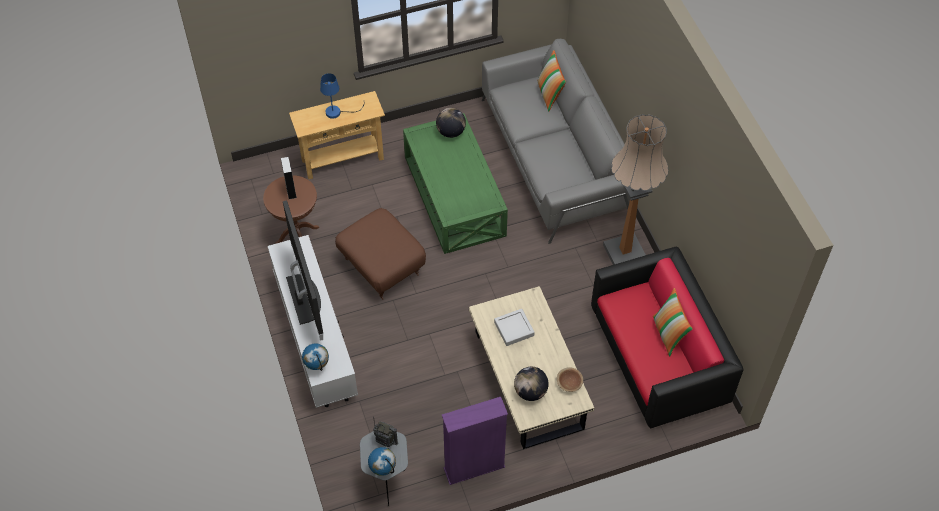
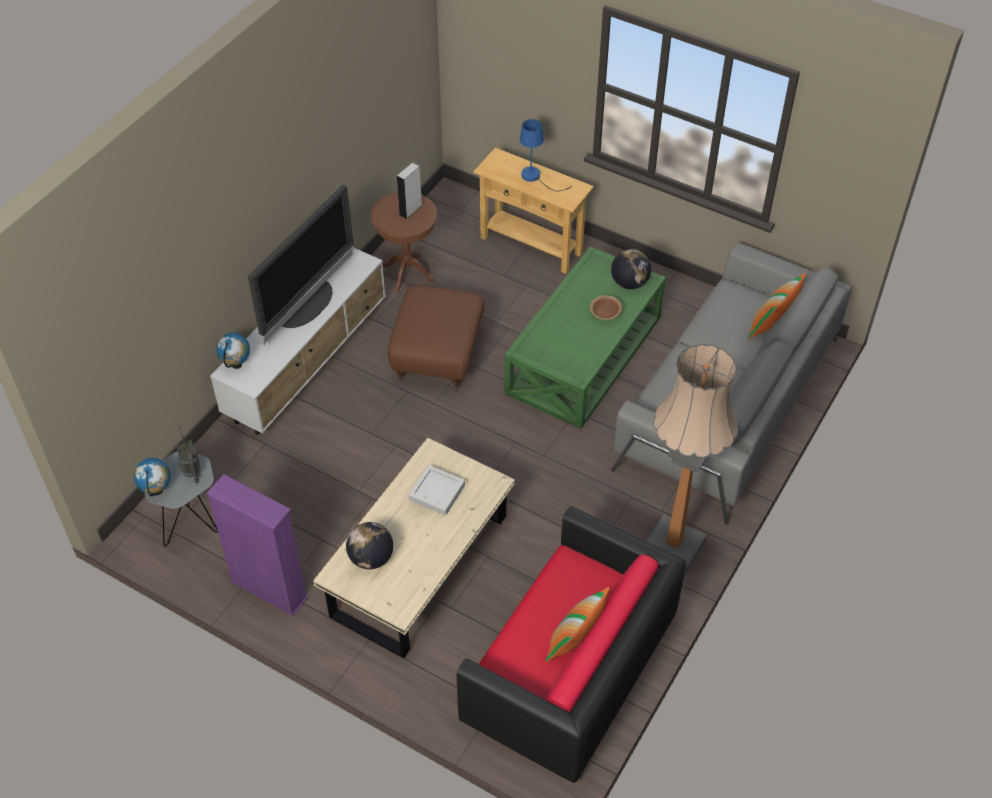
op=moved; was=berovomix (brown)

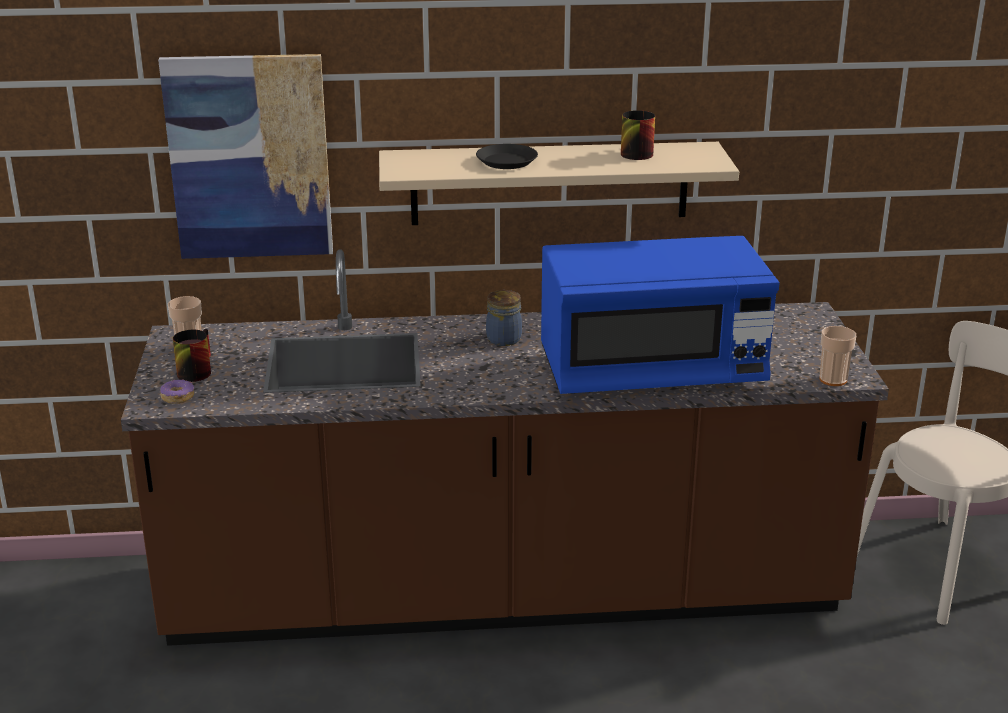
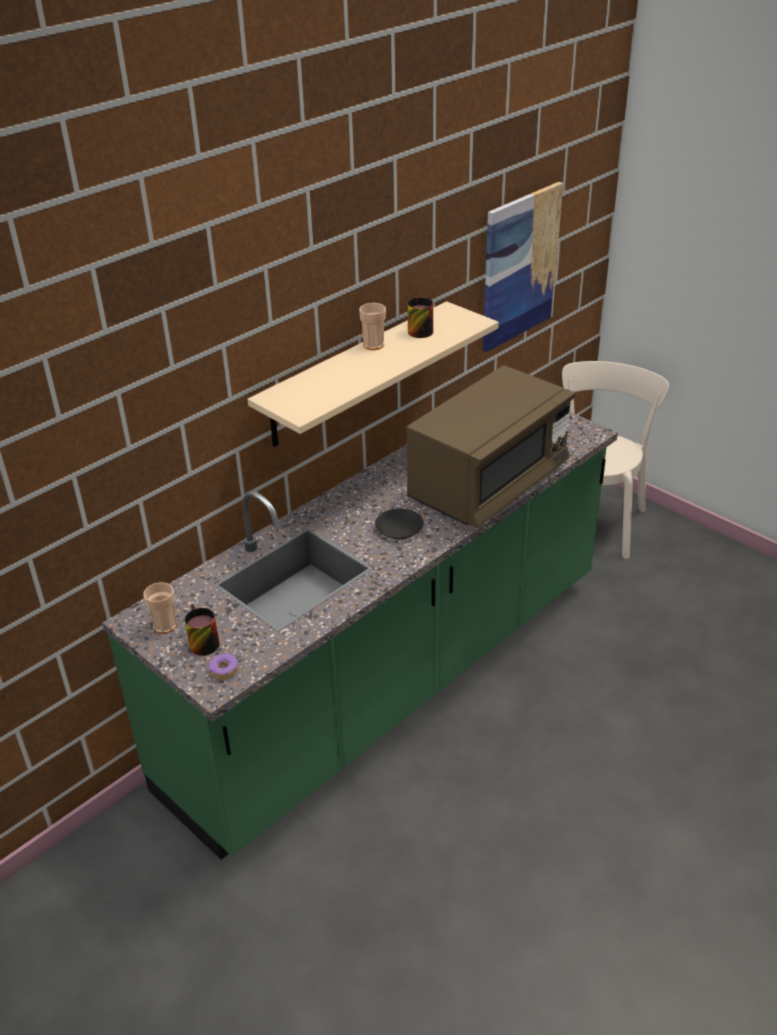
op=recoloured; was=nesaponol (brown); now=nesaponol (green)
op=moved; was=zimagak (2nd from left)
op=moved; was=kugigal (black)
op=recoloured; was=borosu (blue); now=borosu (brown)
op=moved; was=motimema
op=removed; was=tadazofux

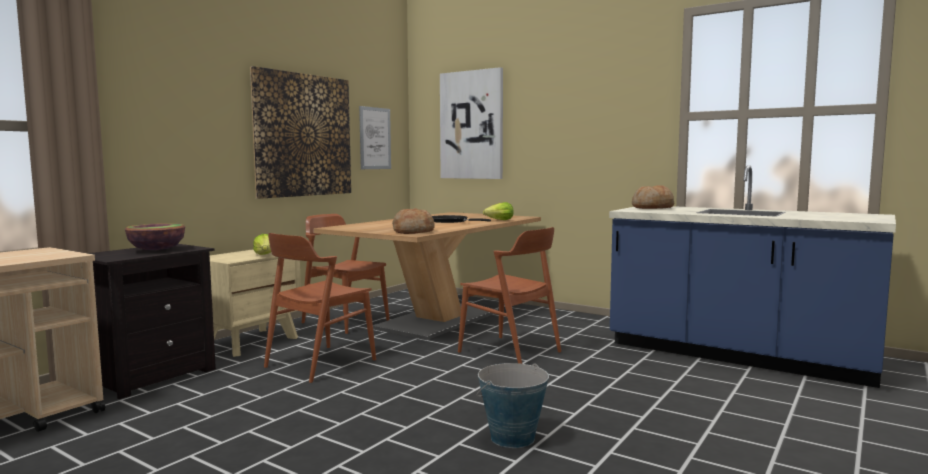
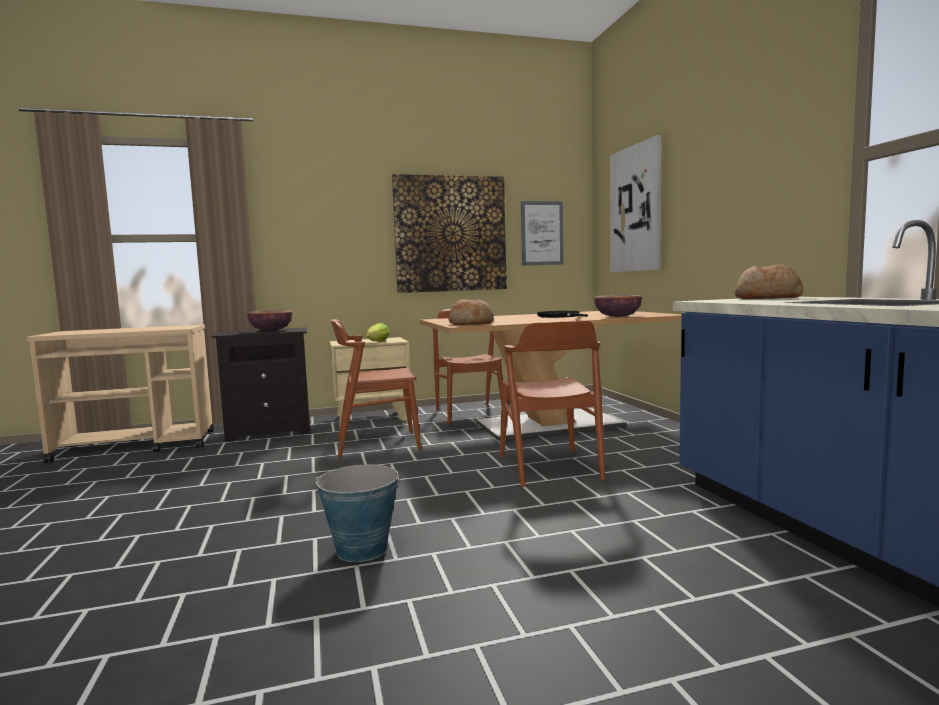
op=replaced; was=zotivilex (2nd from left); now=berovomix (2nd from left)

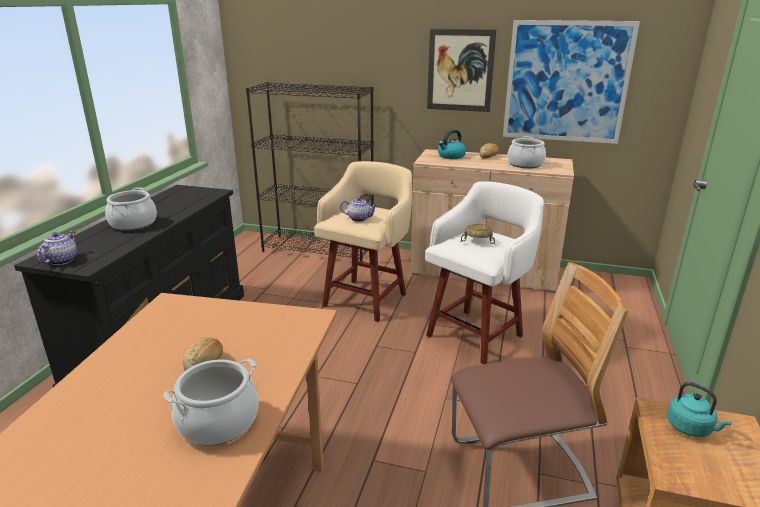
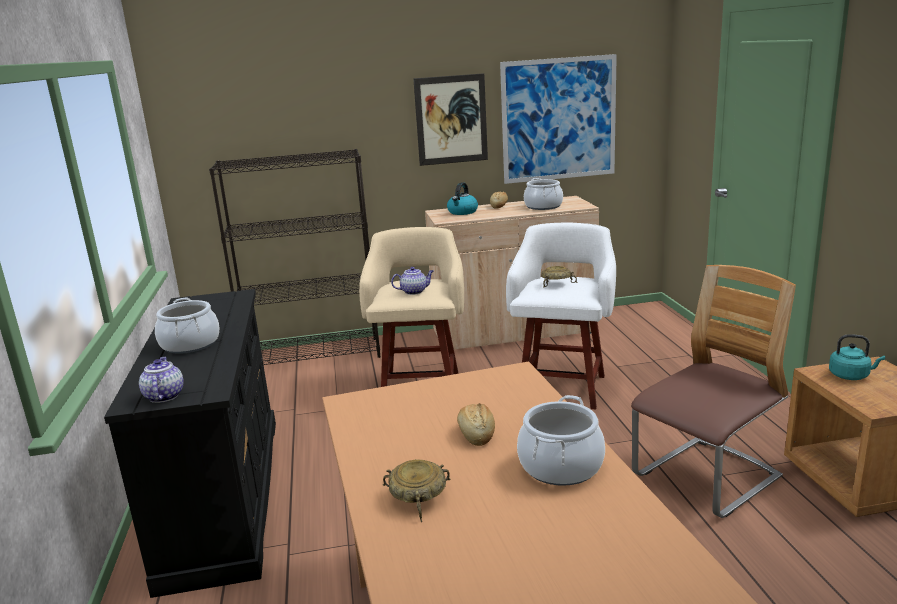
op=added; now=berovomix (beige) (1st from left)

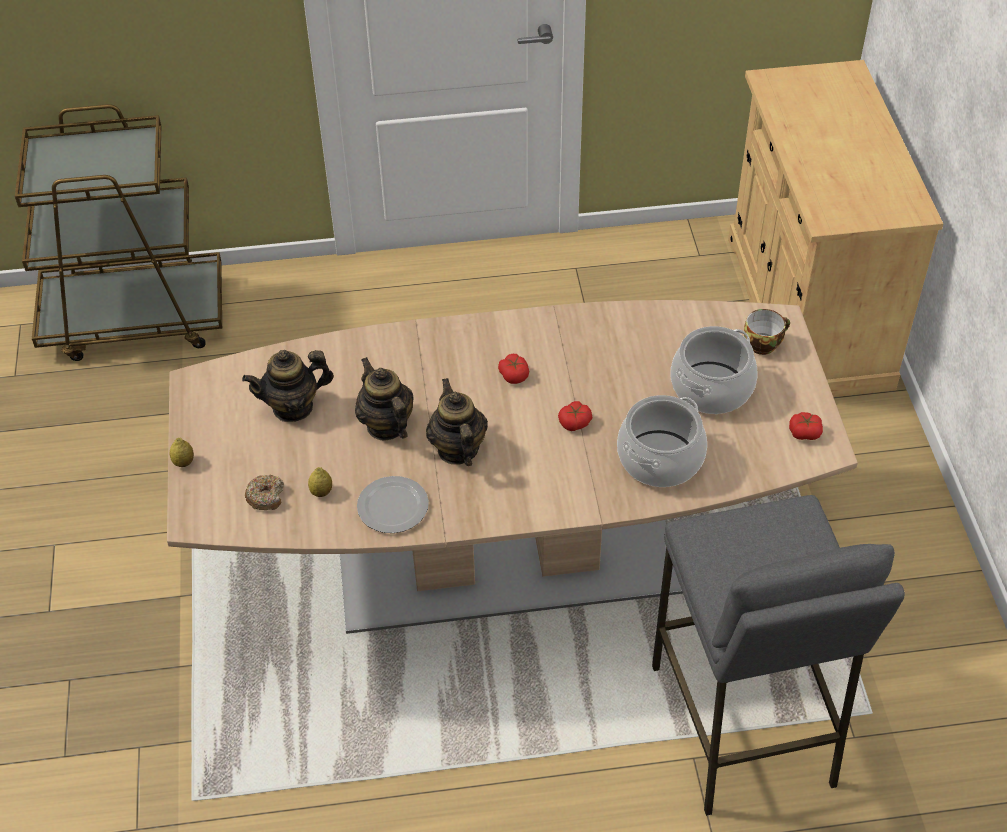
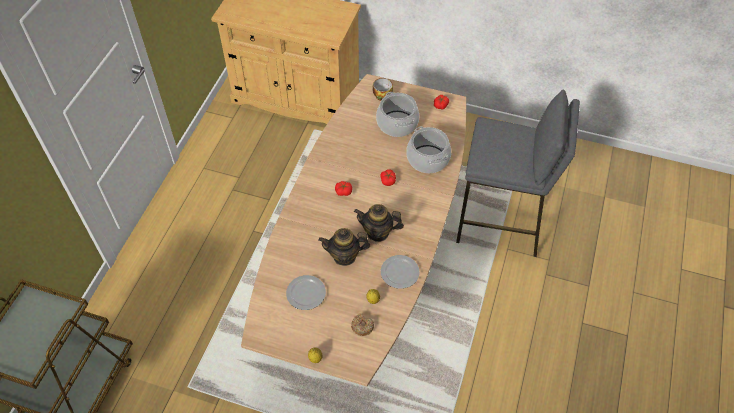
op=replaced; was=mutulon (1st from left); now=kugigal (1st from left)

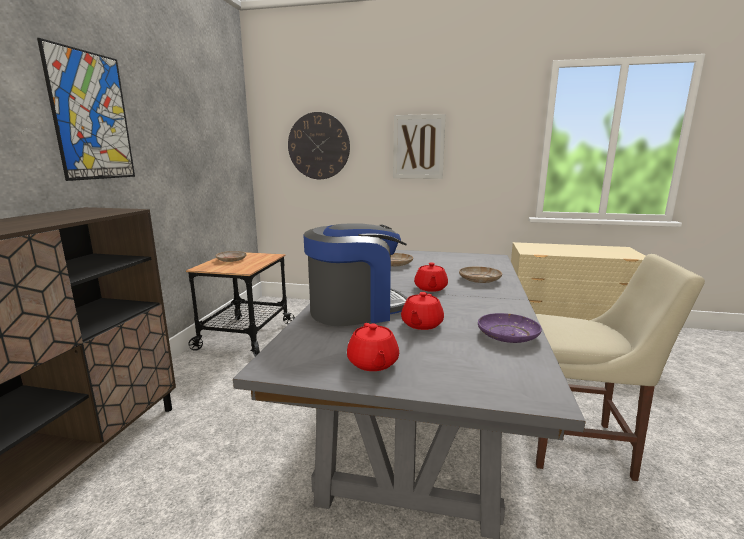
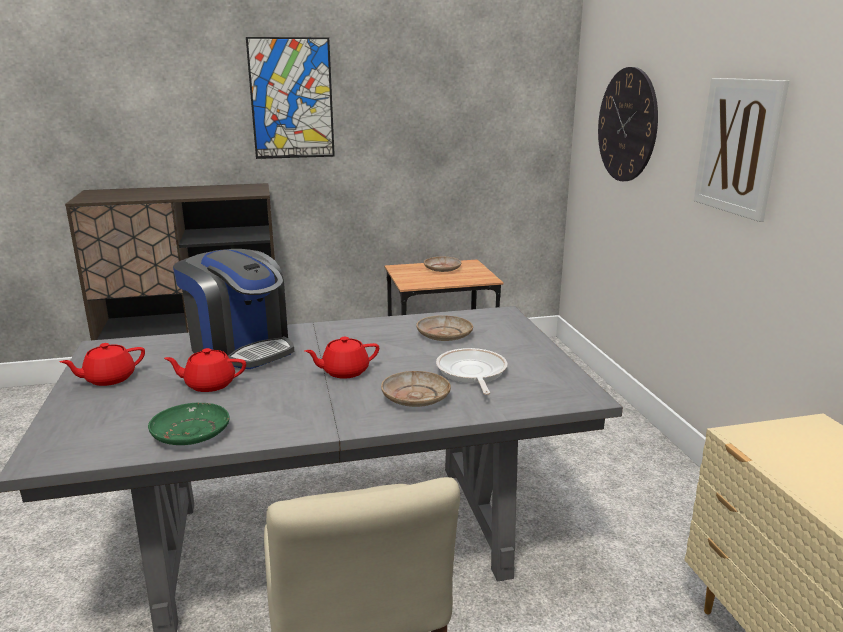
op=recoloured; was=kugigal (purple); now=kugigal (green)
op=added; now=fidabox

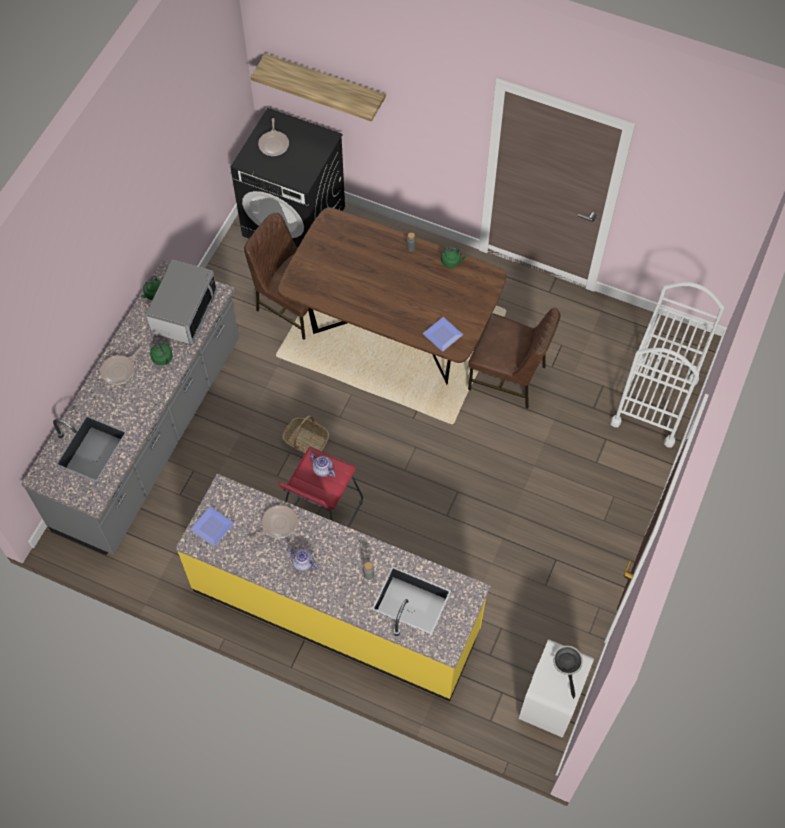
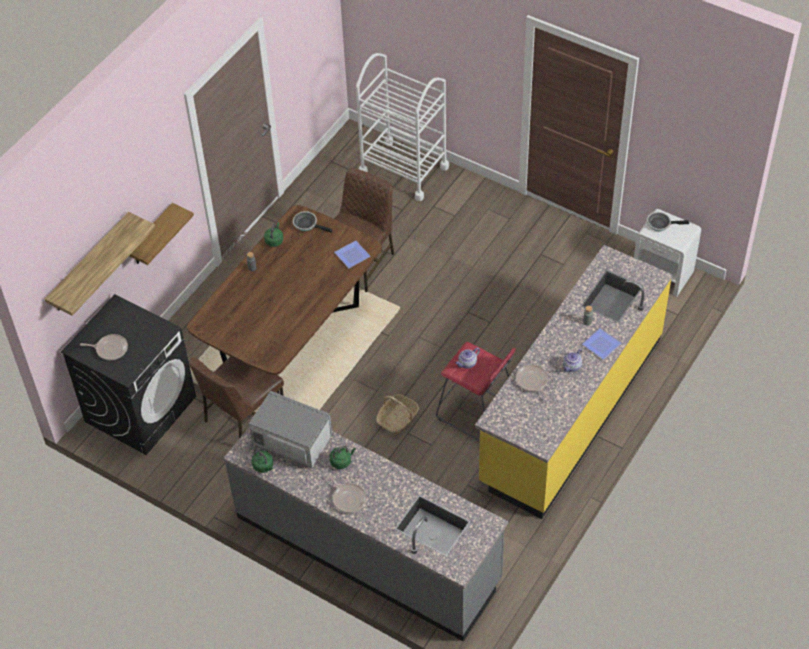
op=added; now=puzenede (2nd from left)
op=added; now=fidabox (2nd from left)
op=moved; was=kugigal (1st from left in the first image); now=kugigal (2nd from left)

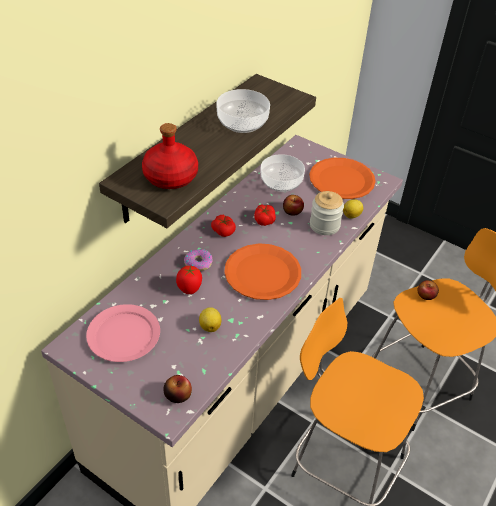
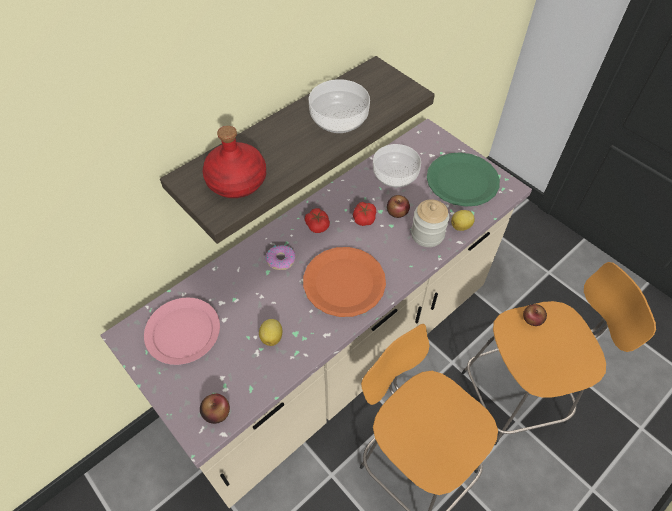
op=recoloured; was=kugigal (orange) (2nd from left); now=kugigal (green)
op=removed; was=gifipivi (1st from left)

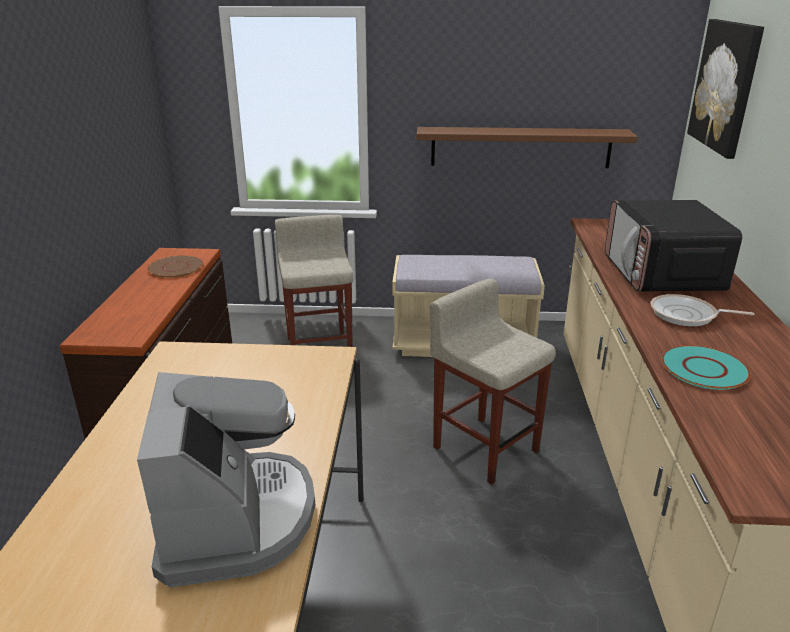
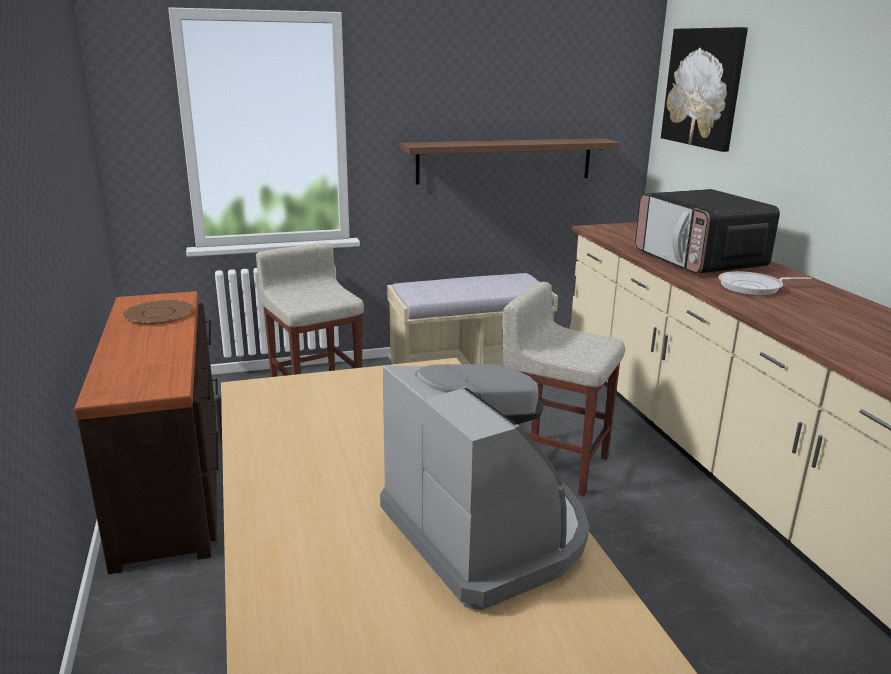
op=removed; was=kugigal (turquoise)

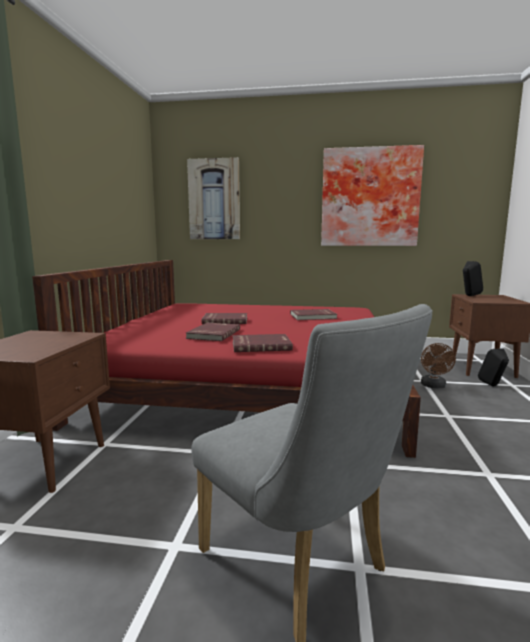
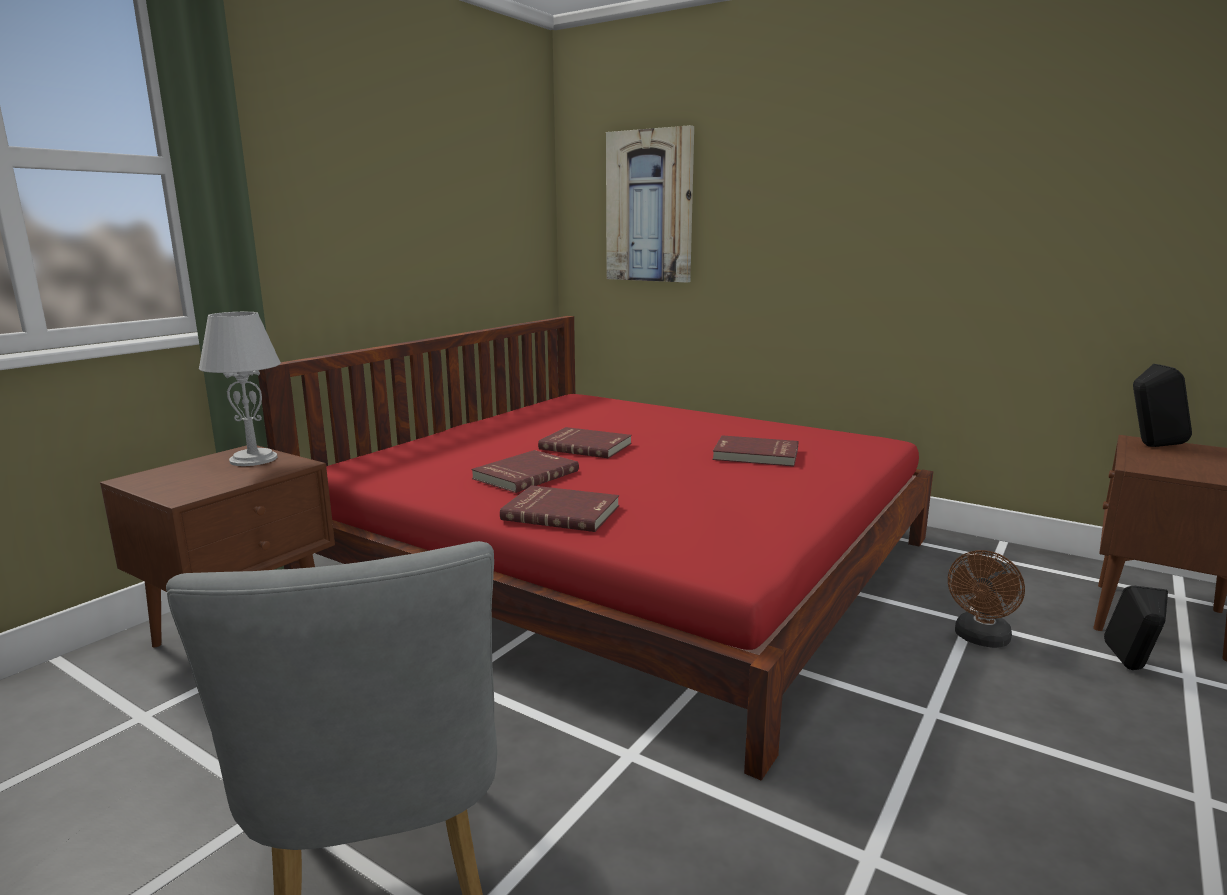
op=added; now=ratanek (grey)
op=removed; was=motimema (2nd from left)

